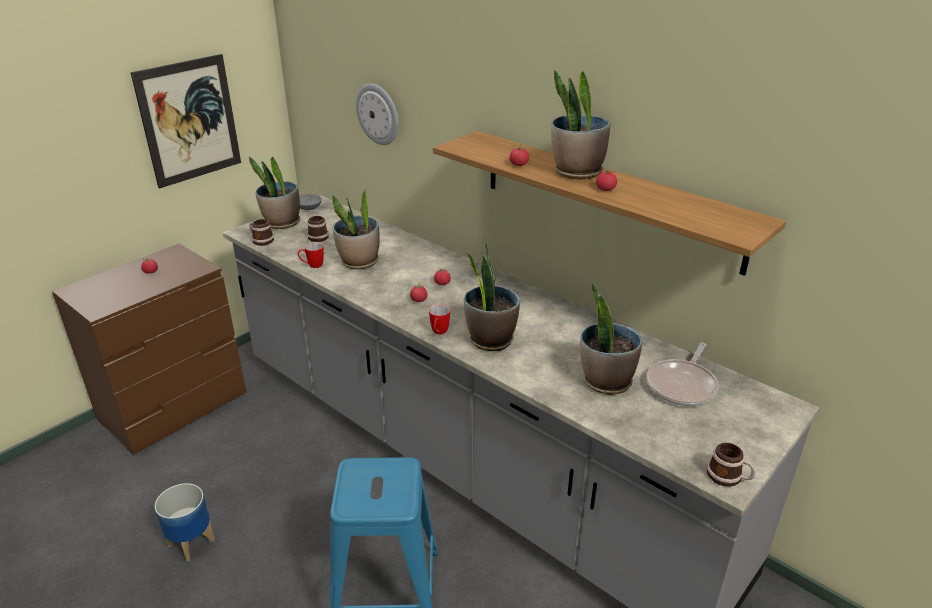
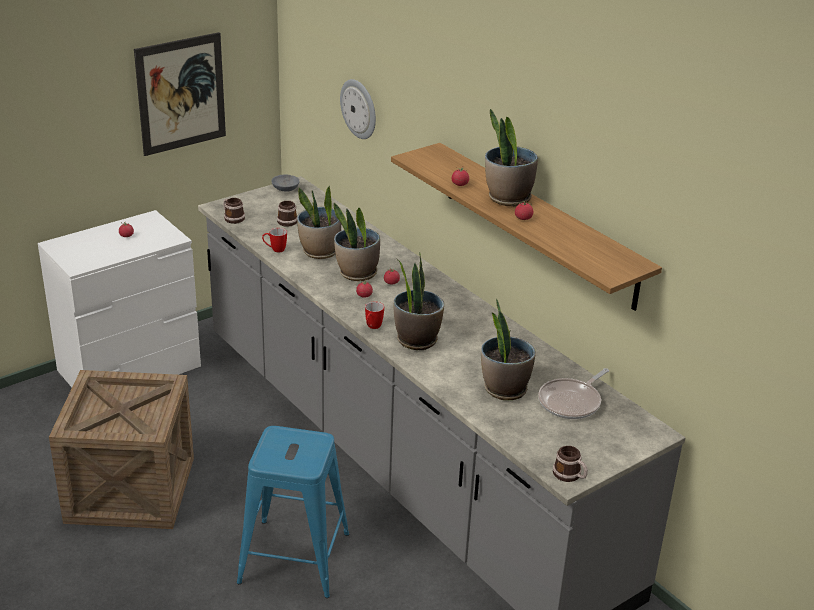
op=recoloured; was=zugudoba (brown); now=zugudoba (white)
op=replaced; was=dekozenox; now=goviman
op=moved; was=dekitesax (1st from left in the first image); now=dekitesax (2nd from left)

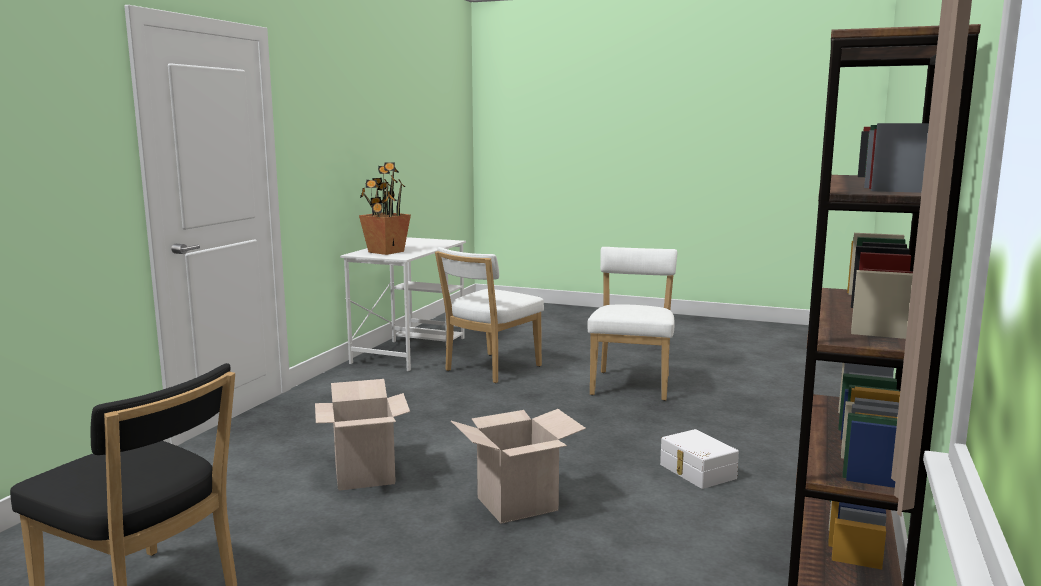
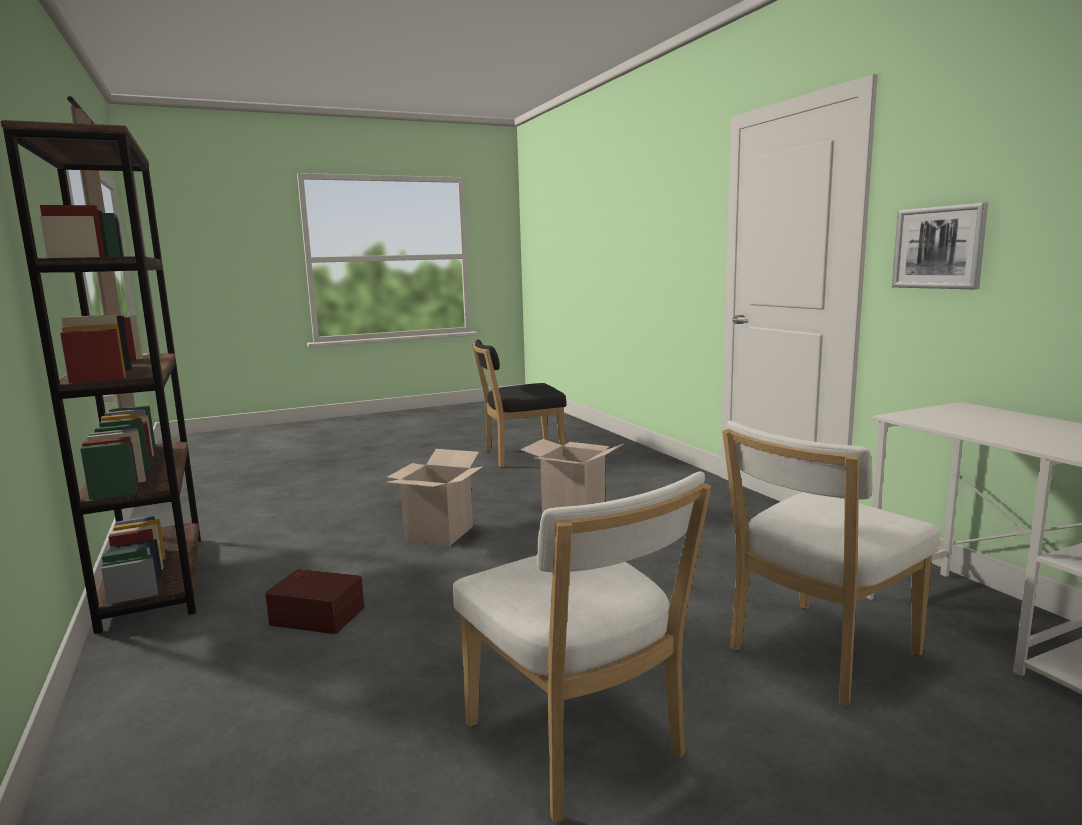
op=recoloured; was=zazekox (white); now=zazekox (brown)
op=turned; was=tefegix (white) (1st from left in the first image); clockwise=-120
op=added; now=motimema
op=removed; was=dekitesax

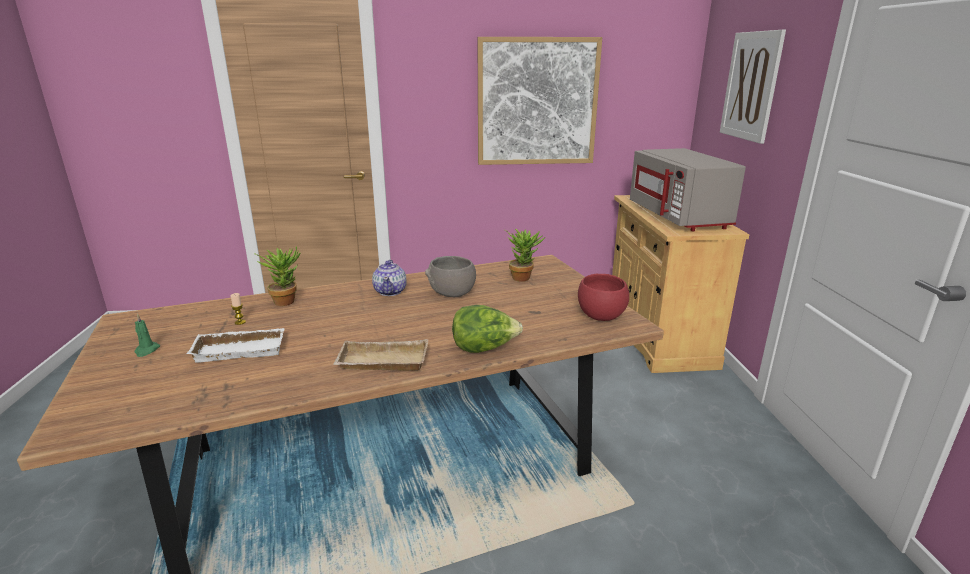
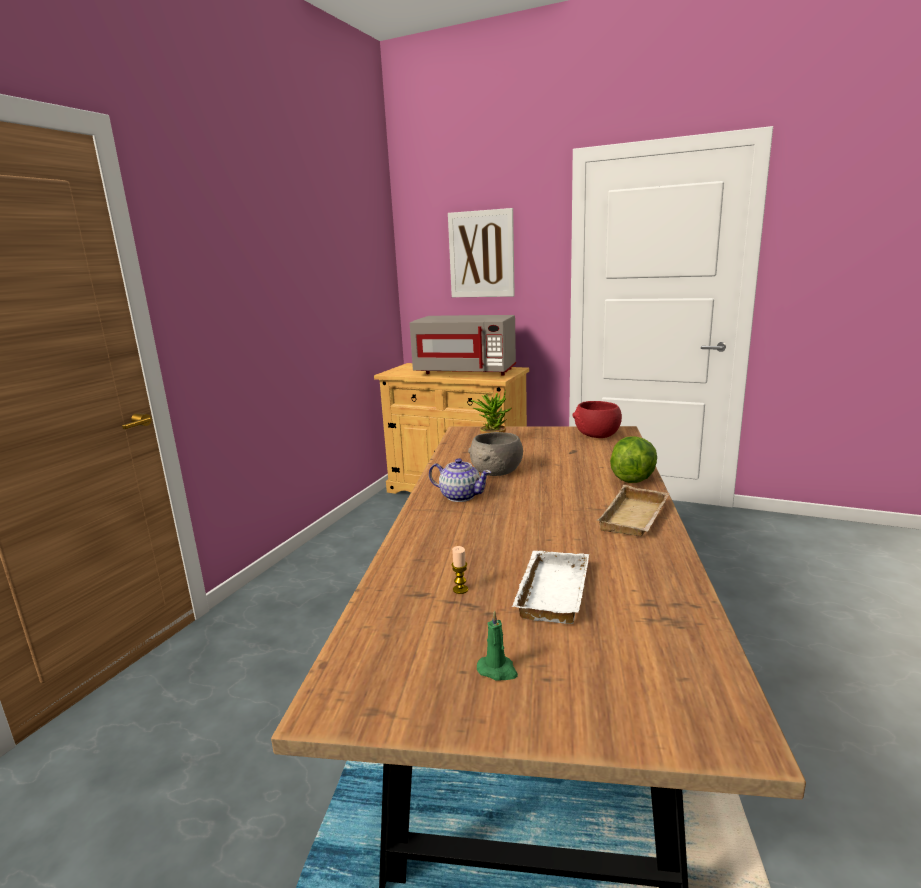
op=removed; was=dekitesax (1st from left)
op=removed; was=motimema (1st from left)

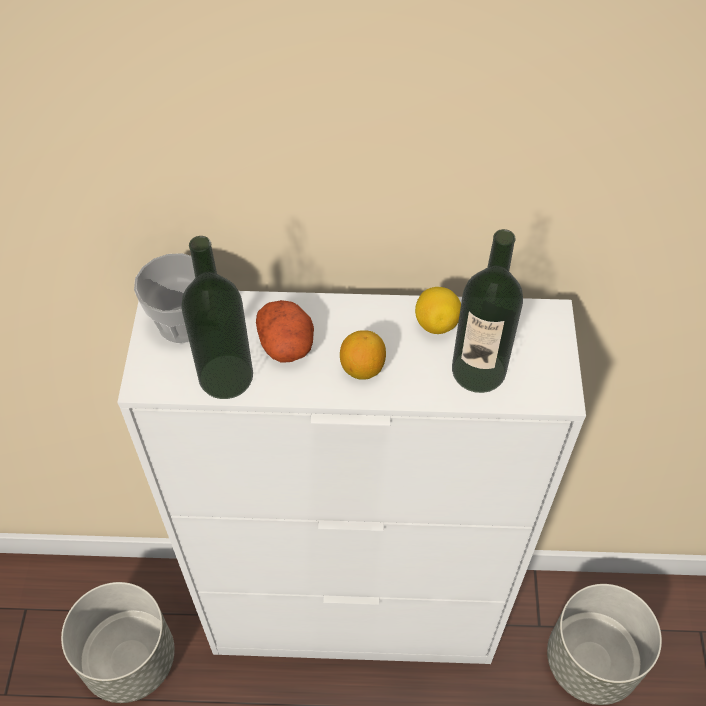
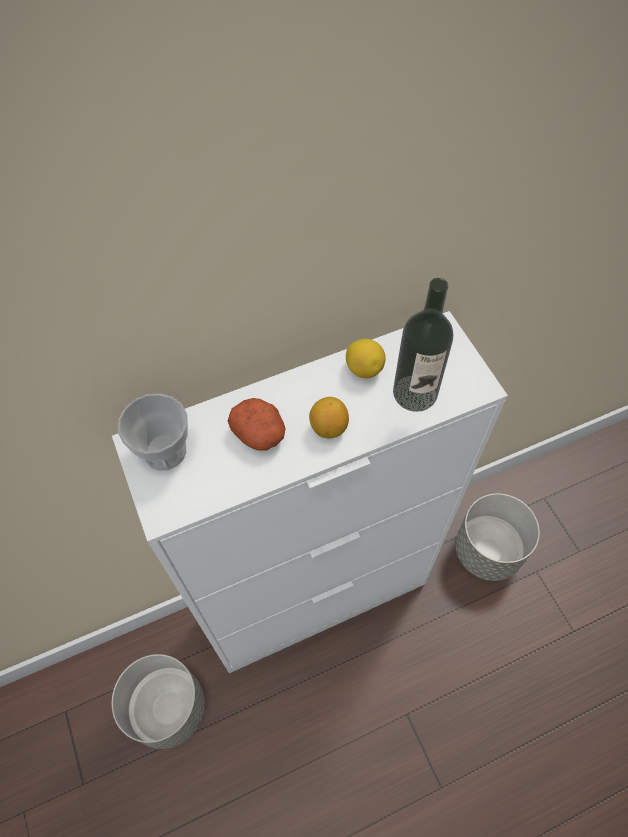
op=removed; was=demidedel (1st from left)

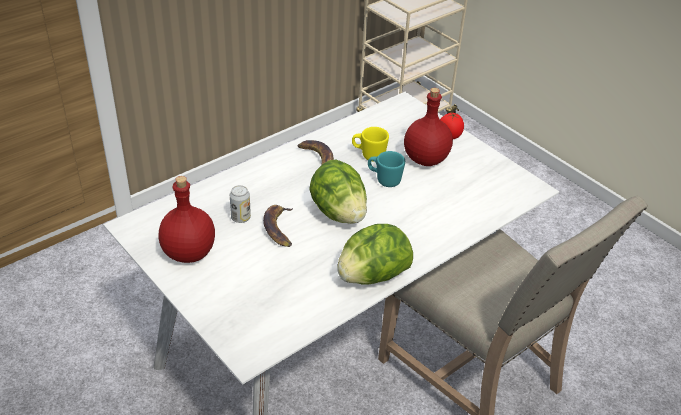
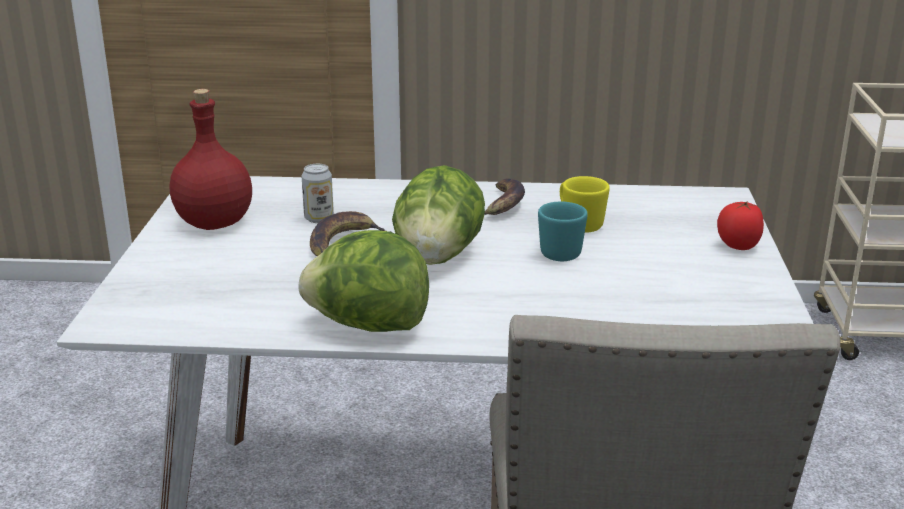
op=removed; was=demidedel (red) (2nd from left)

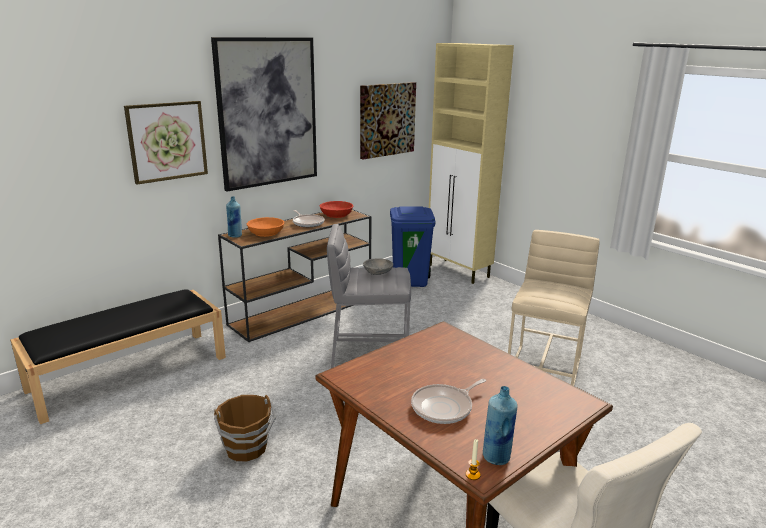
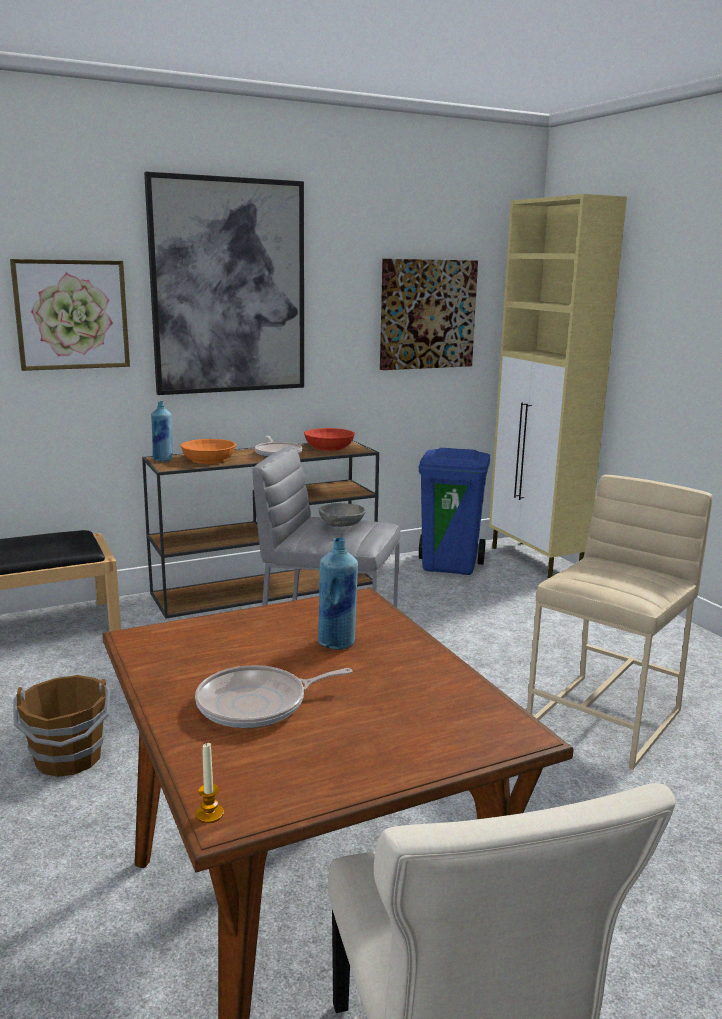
op=moved; was=demidedel (blue) (2nd from left)

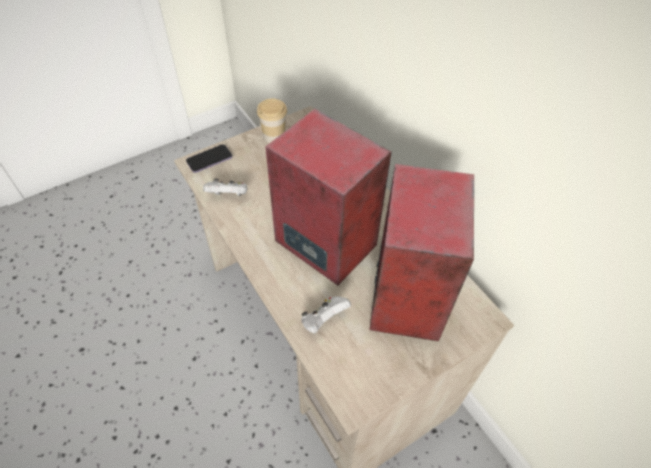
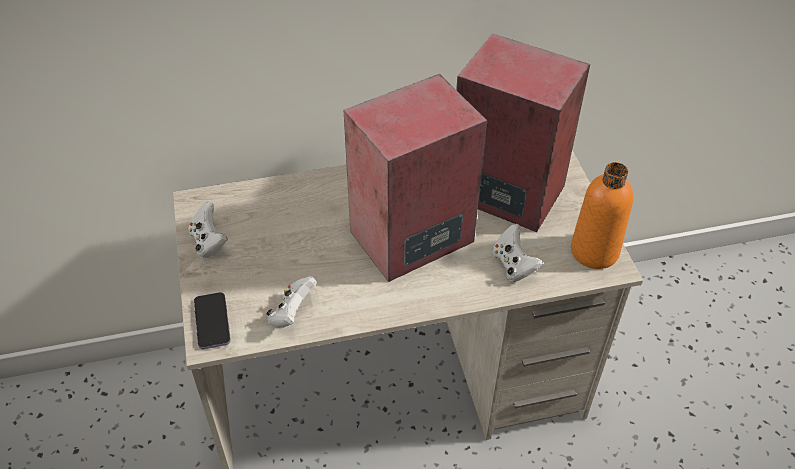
op=replaced; was=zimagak; now=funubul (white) (1st from left)
op=added; now=demidedel (orange)

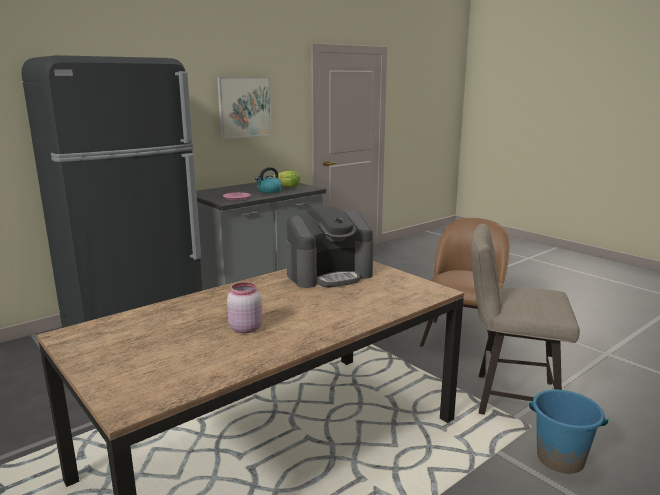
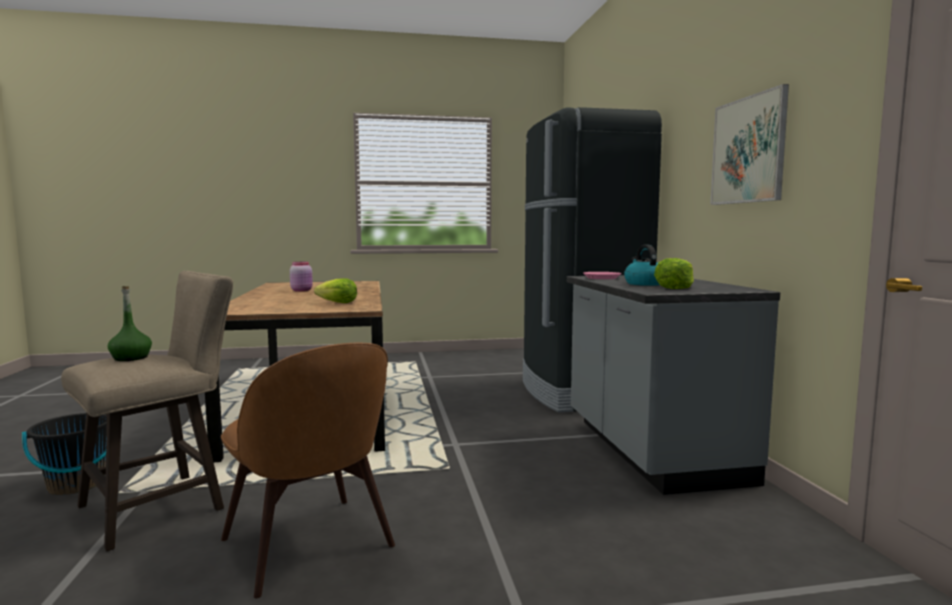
op=recoloured; was=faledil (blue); now=faledil (black)
op=added; now=demidedel (green)
op=replaced; was=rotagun; now=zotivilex (1st from left)

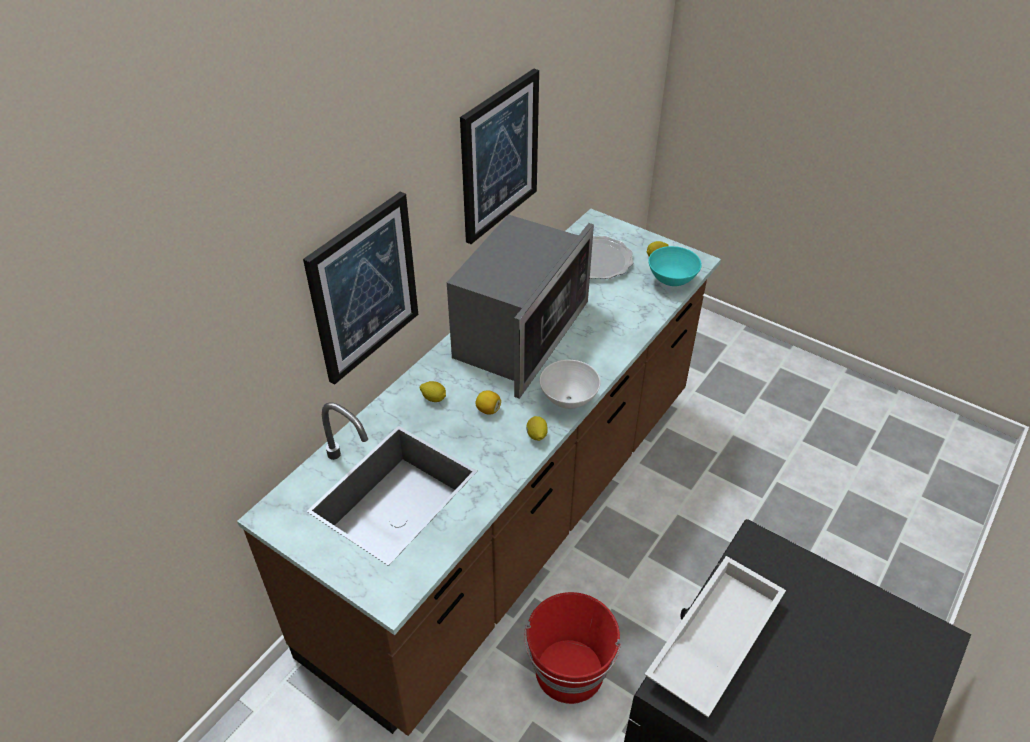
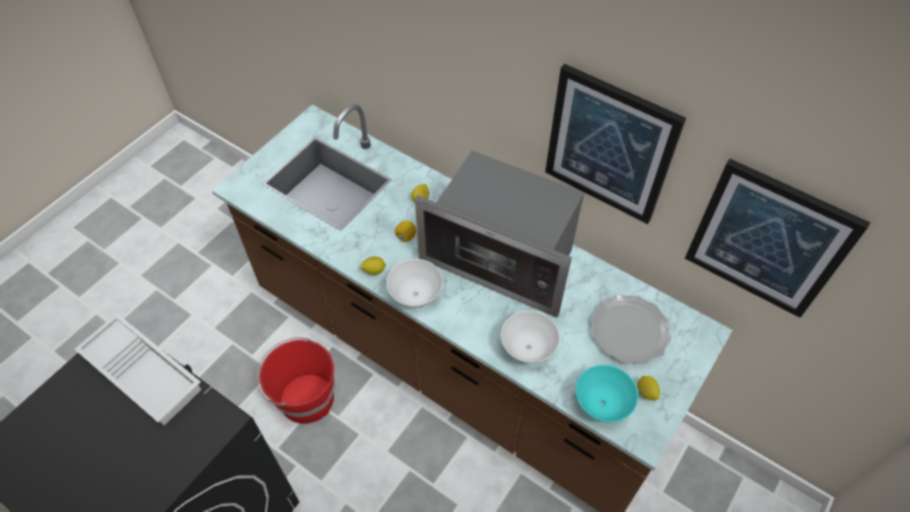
op=added; now=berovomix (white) (2nd from left)
op=moved; was=motimema (1st from left in the first image); now=motimema (2nd from left)

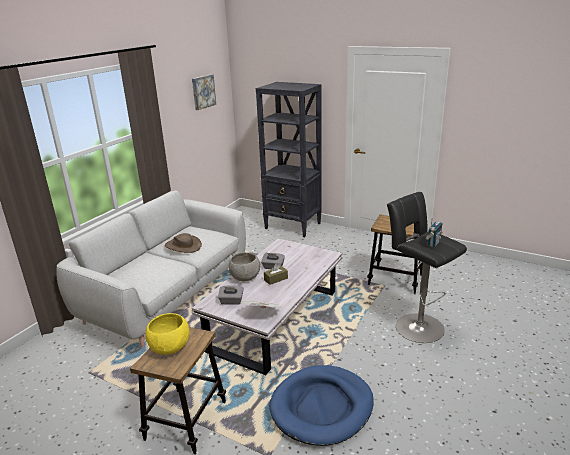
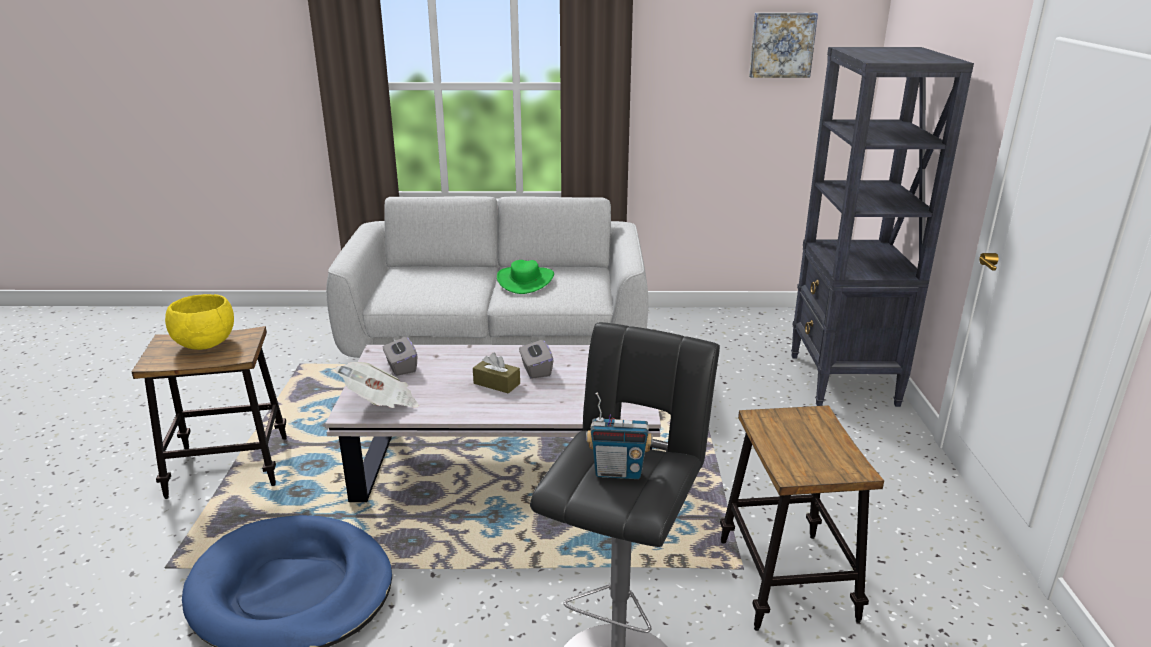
op=recoloured; was=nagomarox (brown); now=nagomarox (green)
op=removed; was=berovomix (grey)

